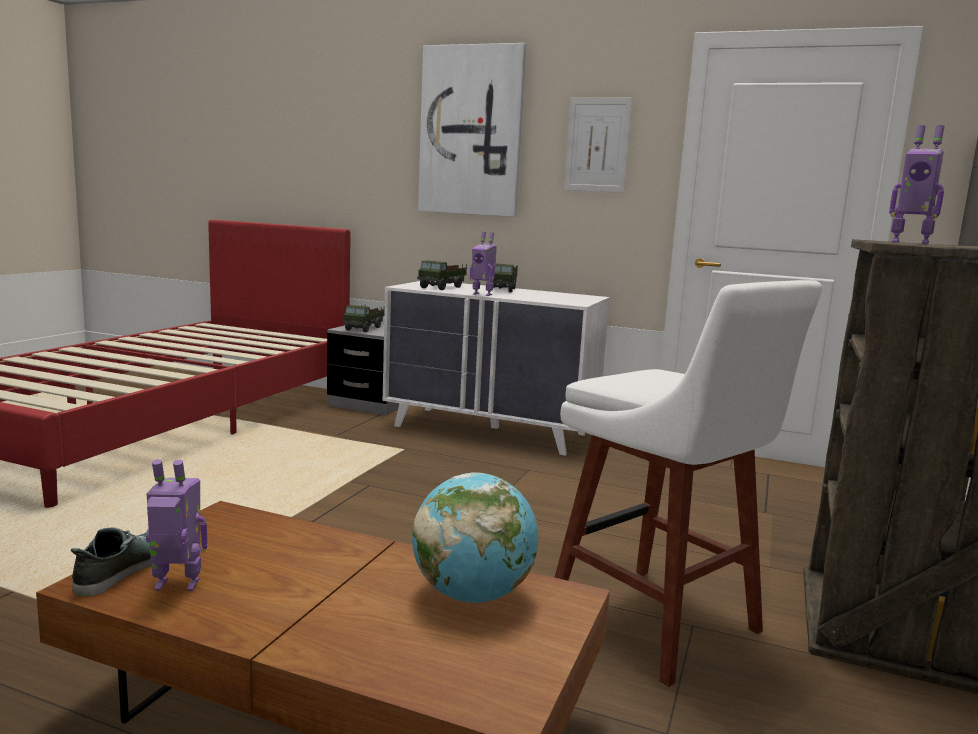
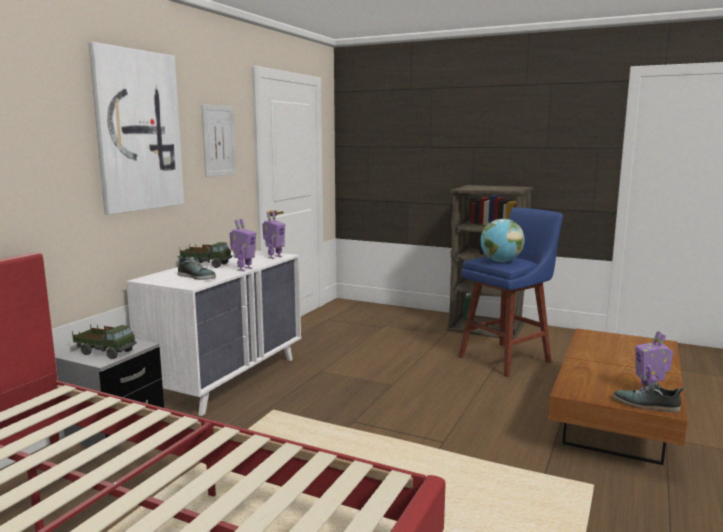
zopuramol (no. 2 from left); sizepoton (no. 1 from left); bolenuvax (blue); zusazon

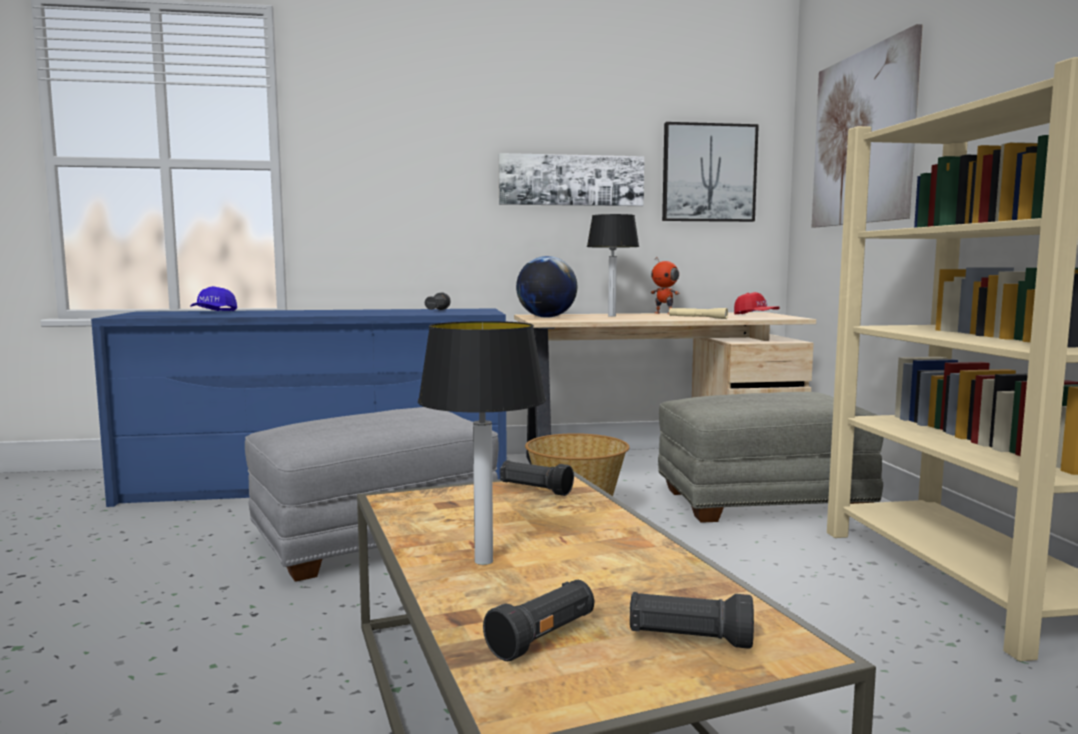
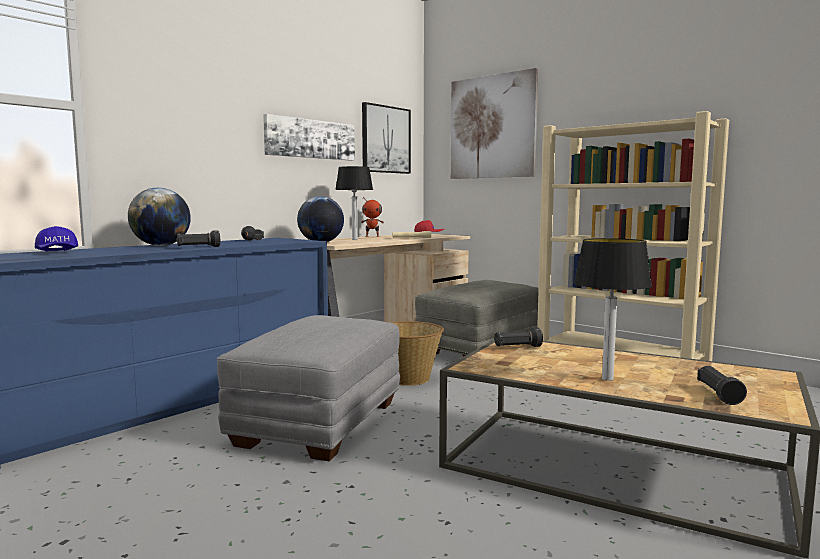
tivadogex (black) (no. 1 from left); zusazon (no. 1 from left)

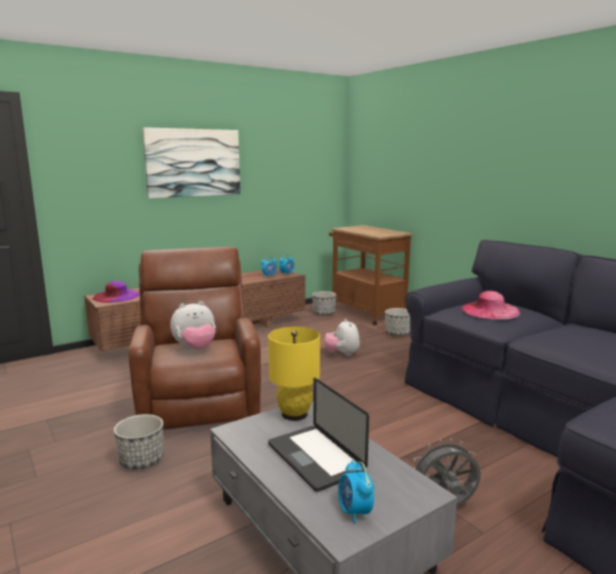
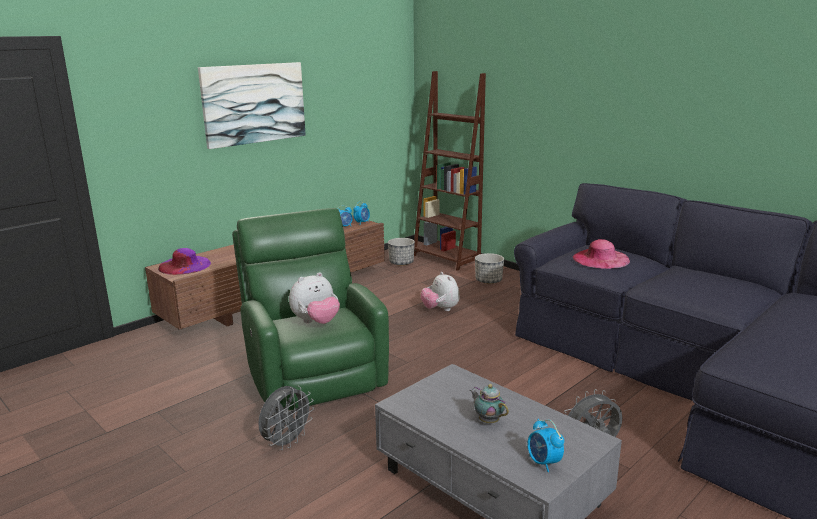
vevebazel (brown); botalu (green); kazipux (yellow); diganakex; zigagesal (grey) (no. 1 from left)

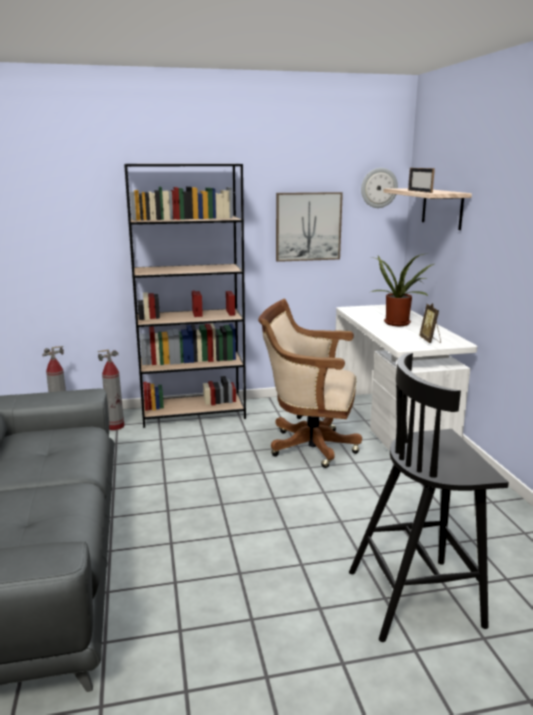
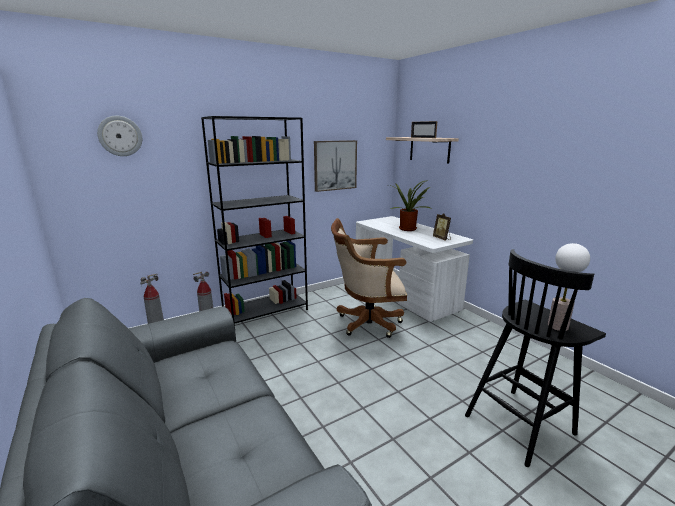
vevebazel (black); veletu; kazipux

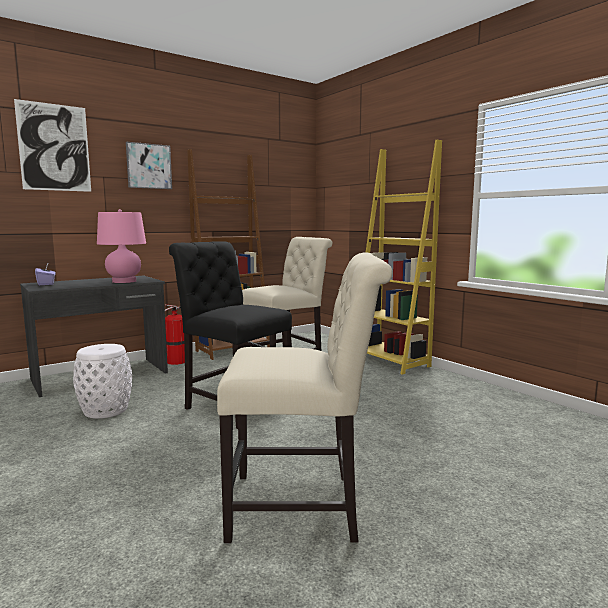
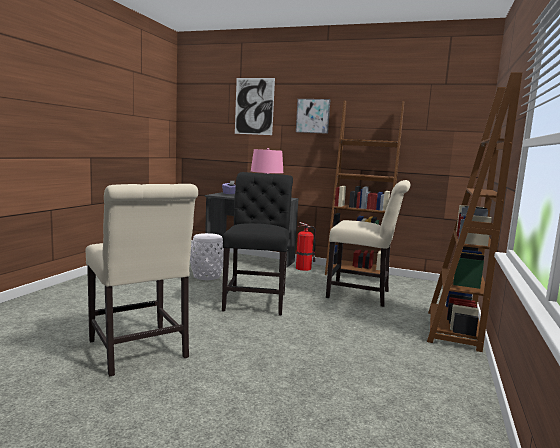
vevebazel (brown) (no. 2 from left)

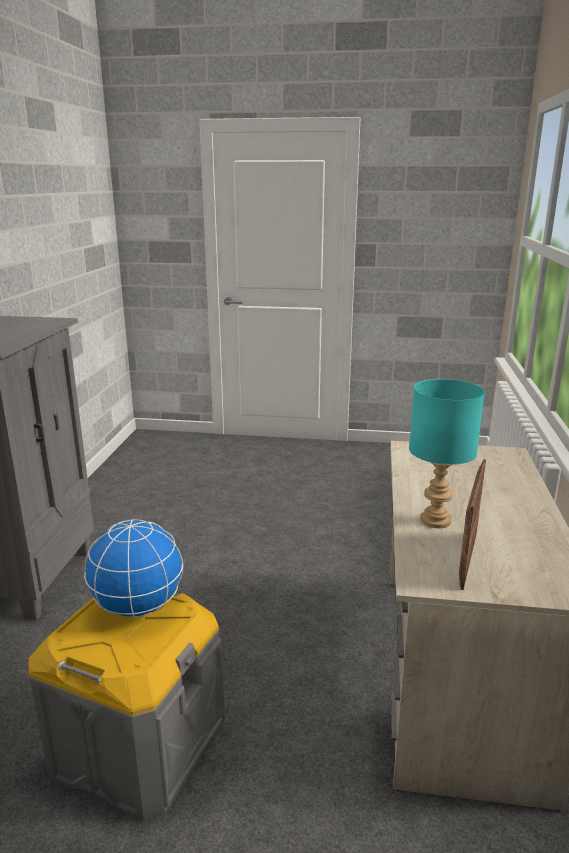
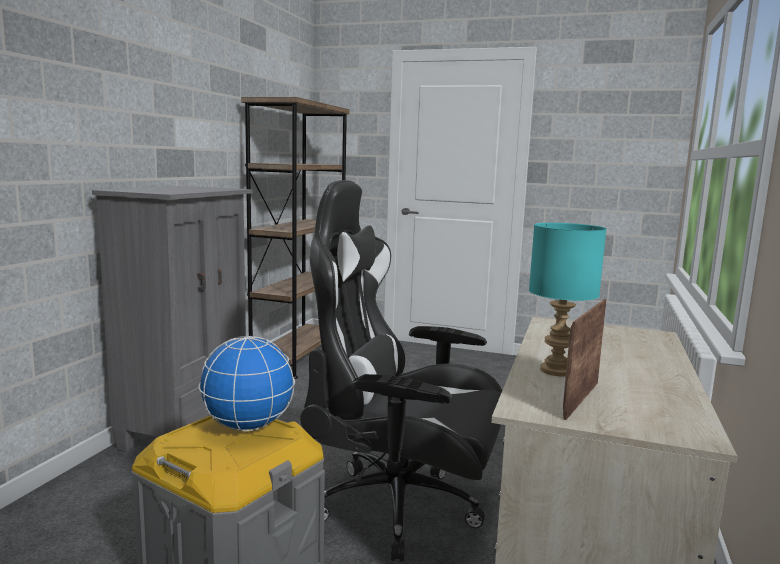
vevebazel (brown); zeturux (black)

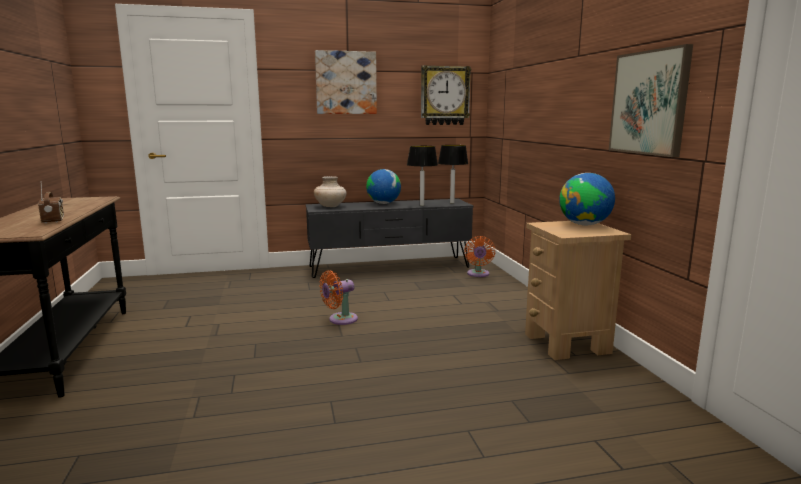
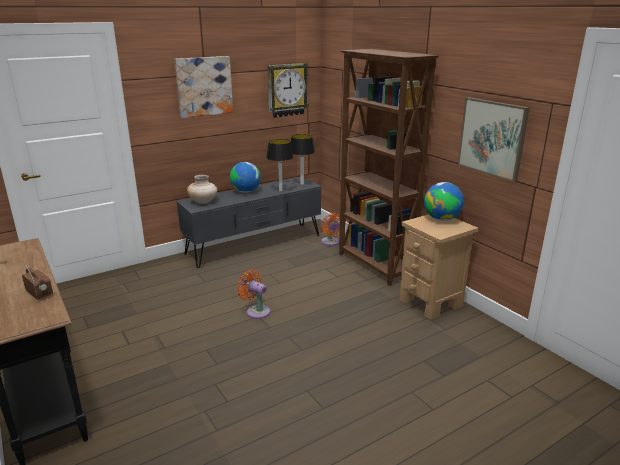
zigagesal (orange) (no. 1 from left); vevebazel (brown)

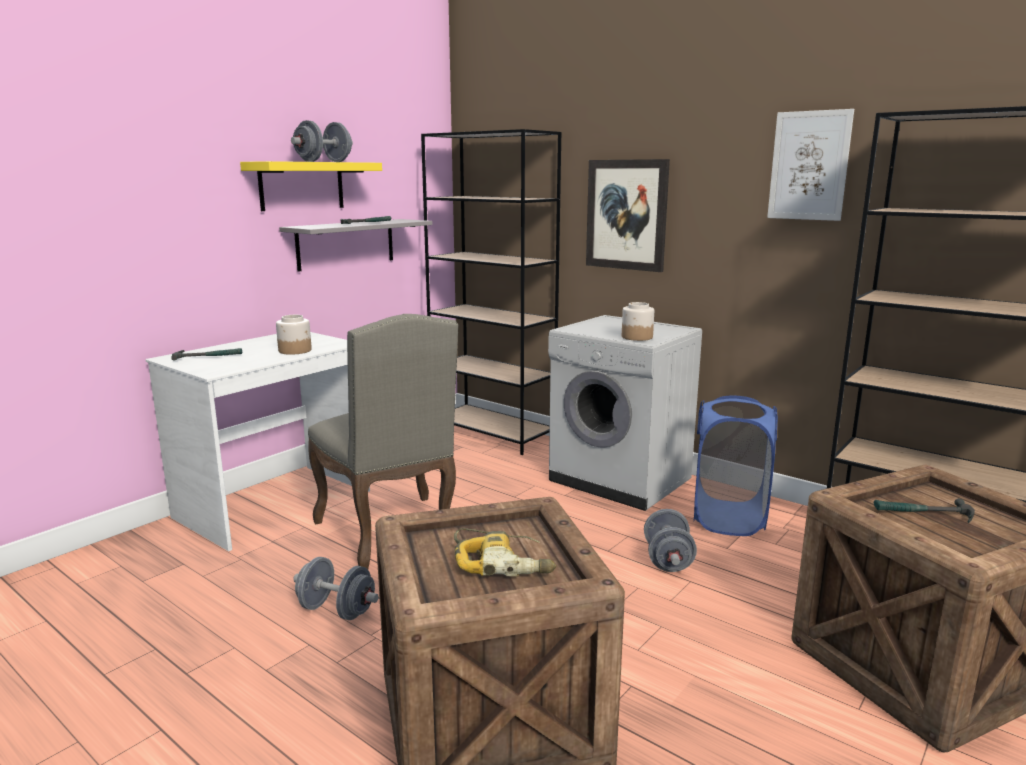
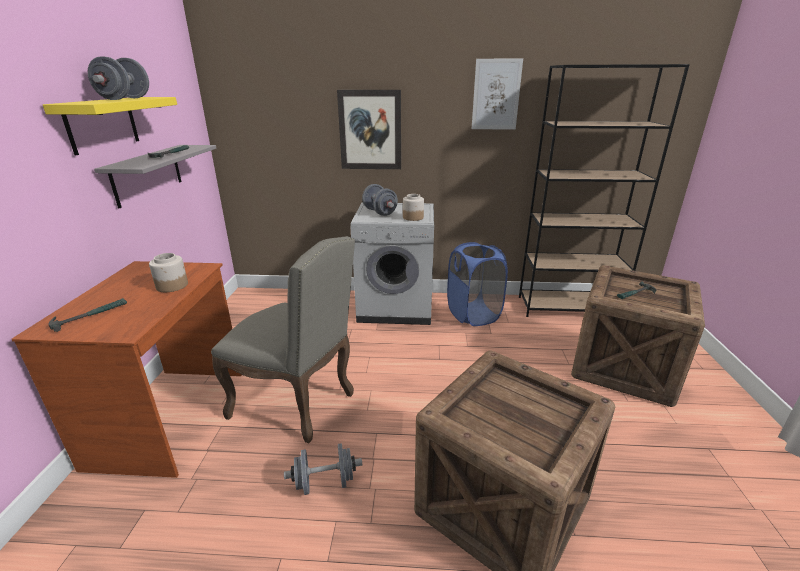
vevebazel (beige) (no. 1 from left in the first image); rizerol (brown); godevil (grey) (no. 3 from left); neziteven

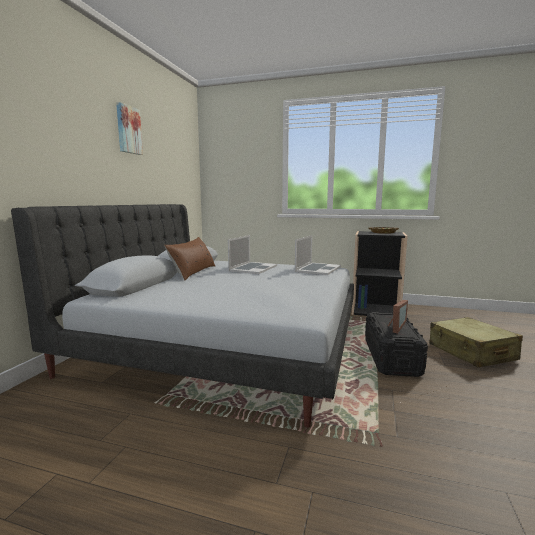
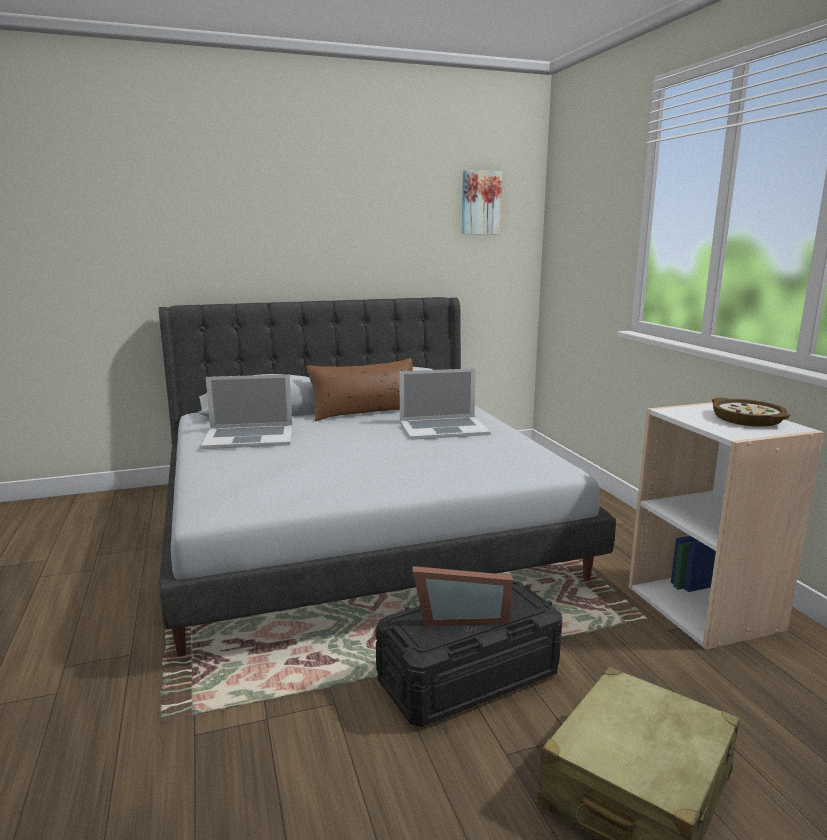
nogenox; vevebazel (white); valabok (no. 1 from left)

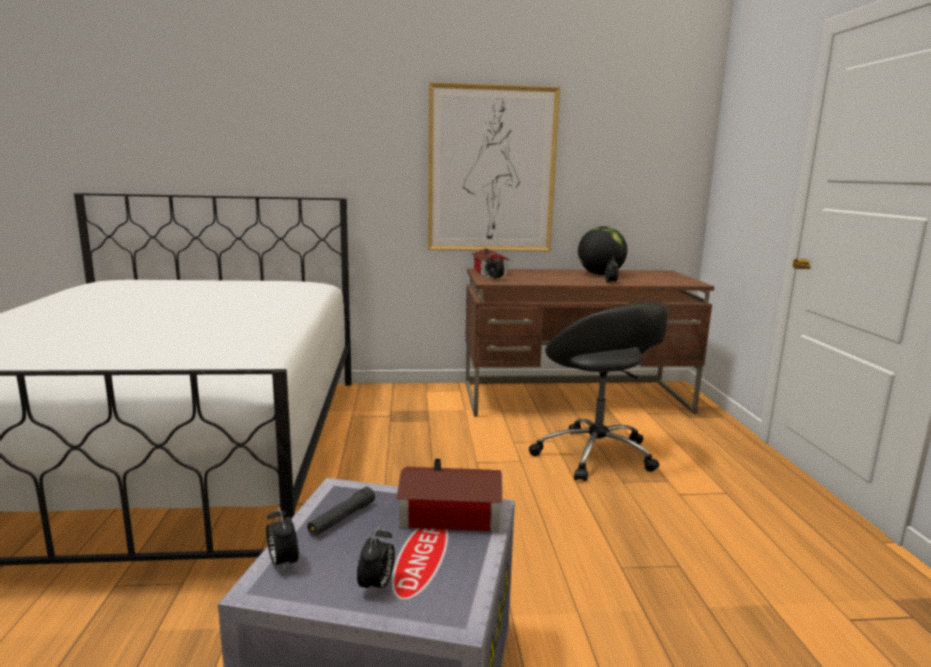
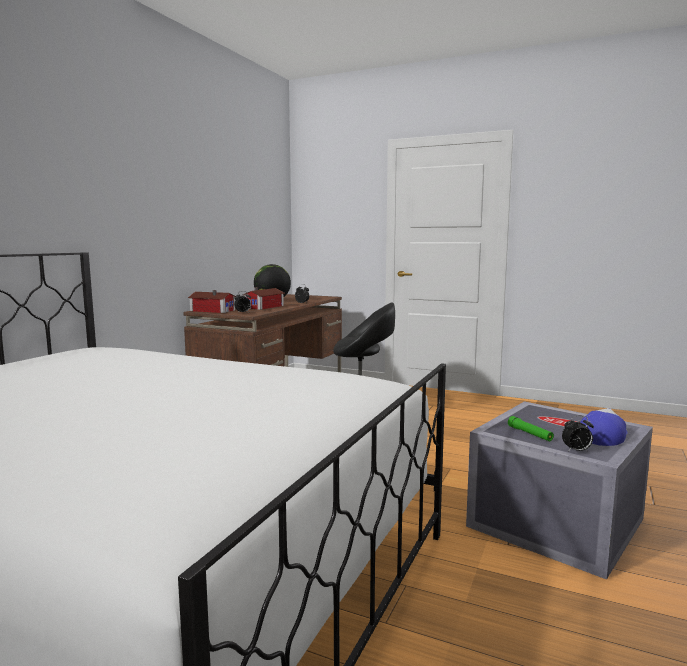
nogenox; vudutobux (no. 2 from left); tivadogex (green); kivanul

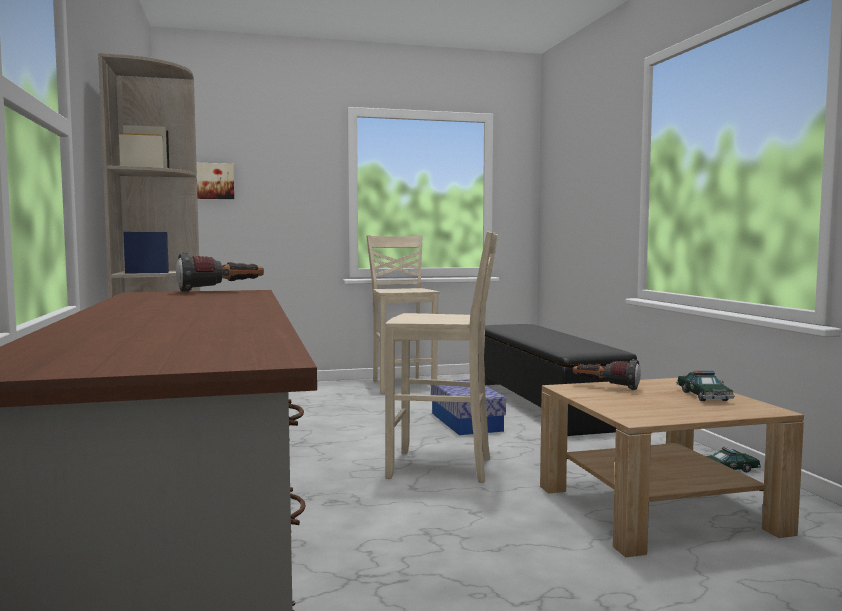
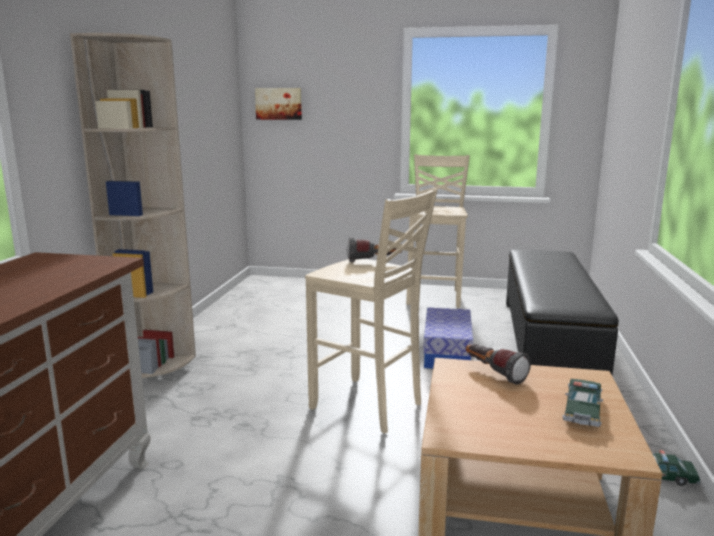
tivadogex (no. 1 from left)

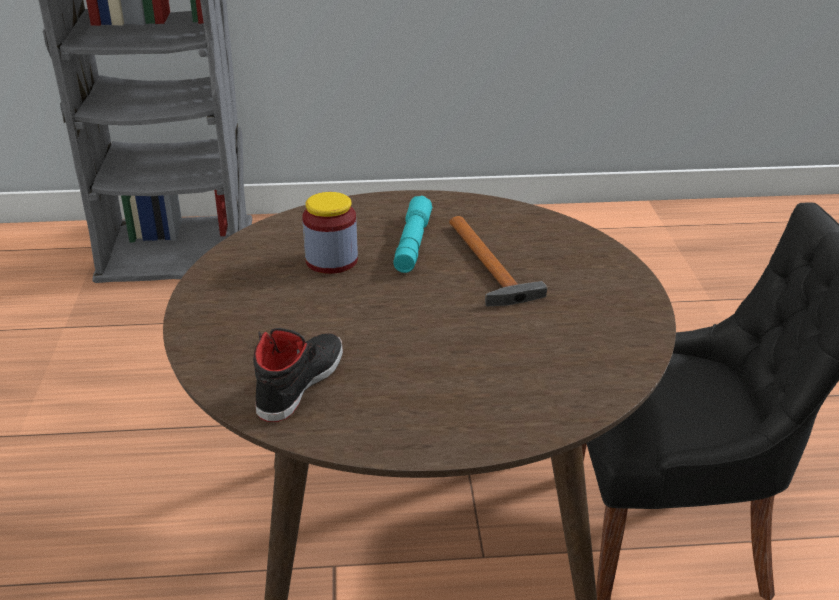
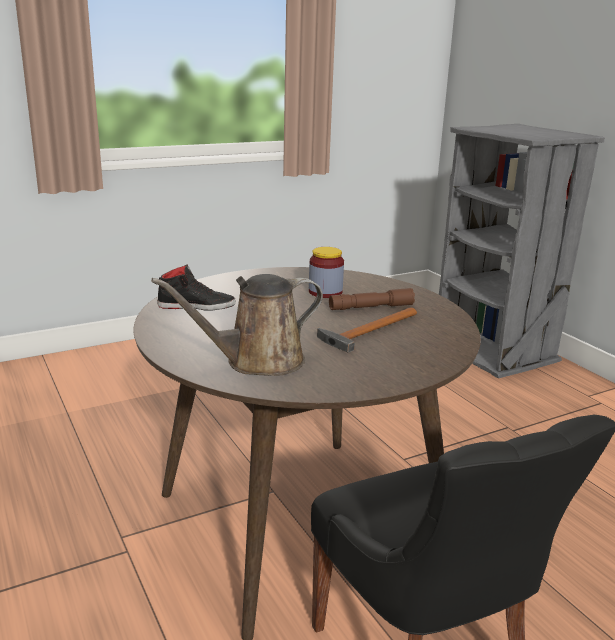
tivadogex (brown); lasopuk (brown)

